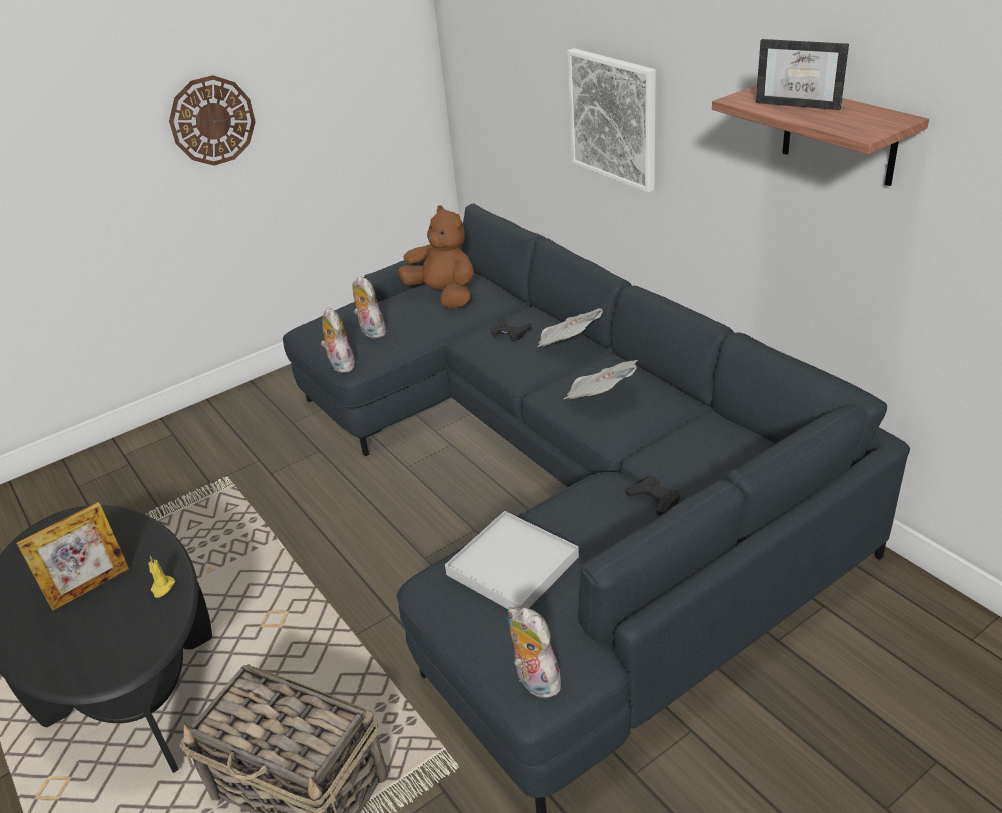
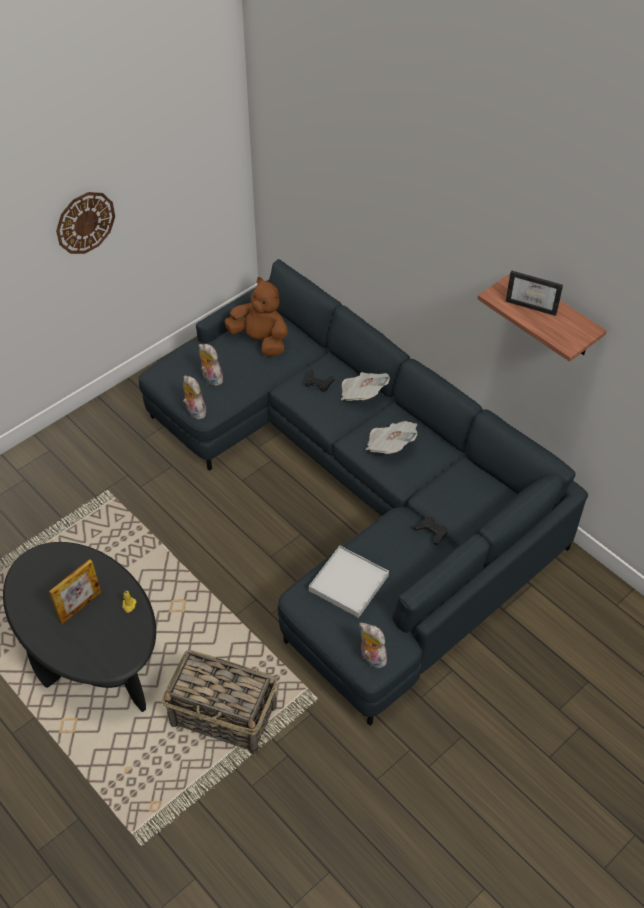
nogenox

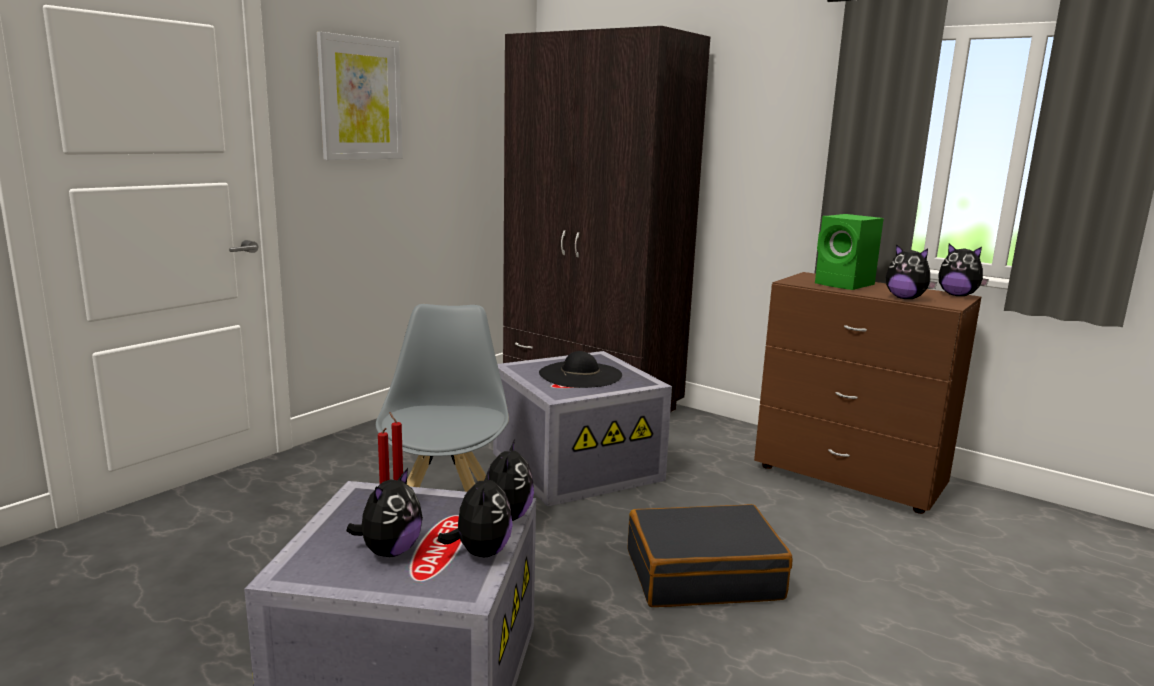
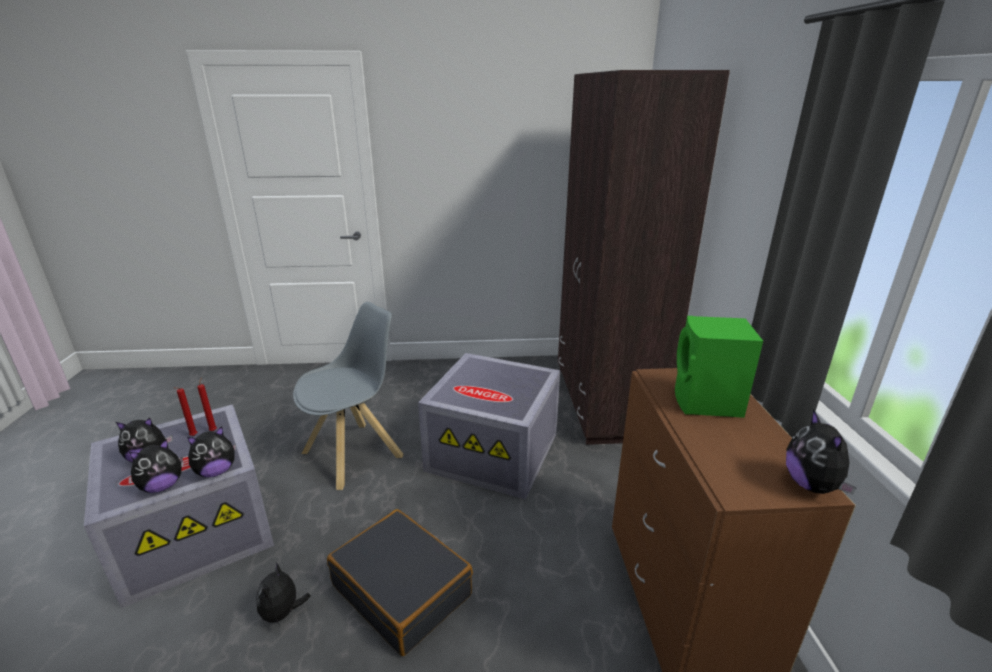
nogenox; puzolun (no. 4 from left); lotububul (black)

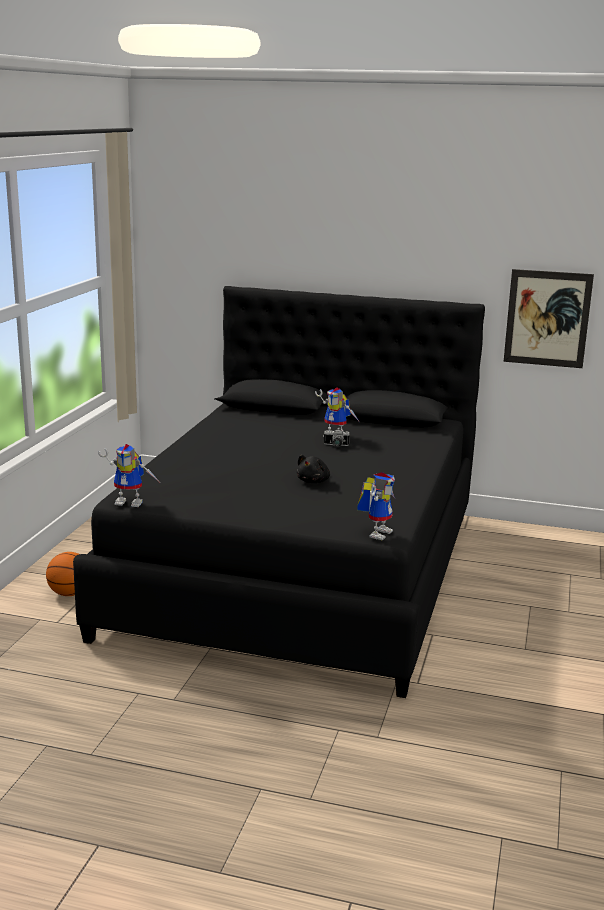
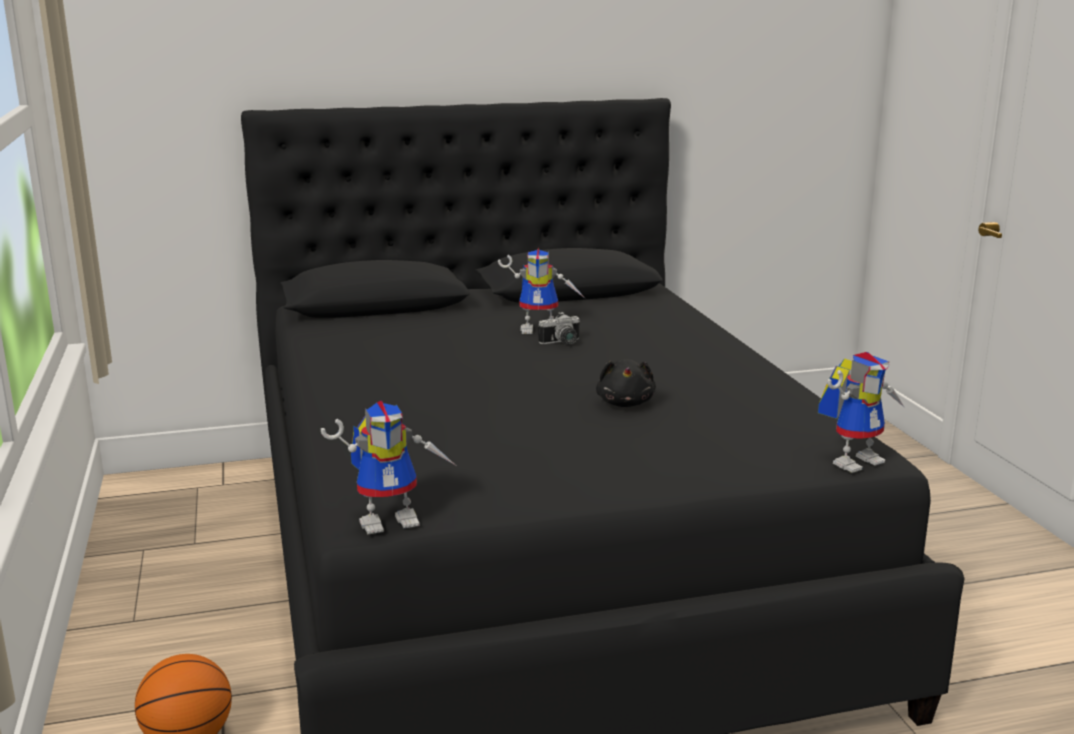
nogenox; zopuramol (no. 3 from left)

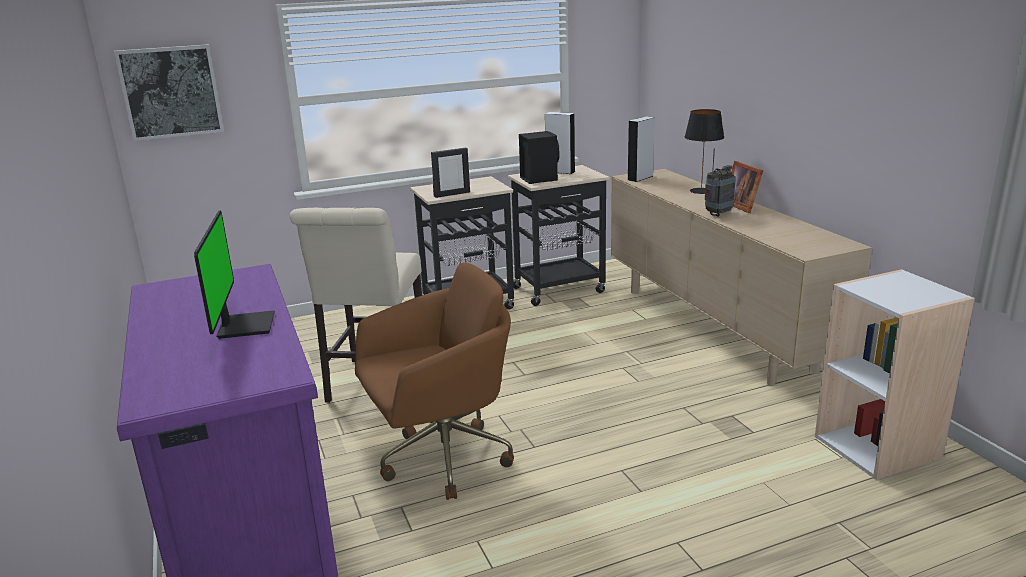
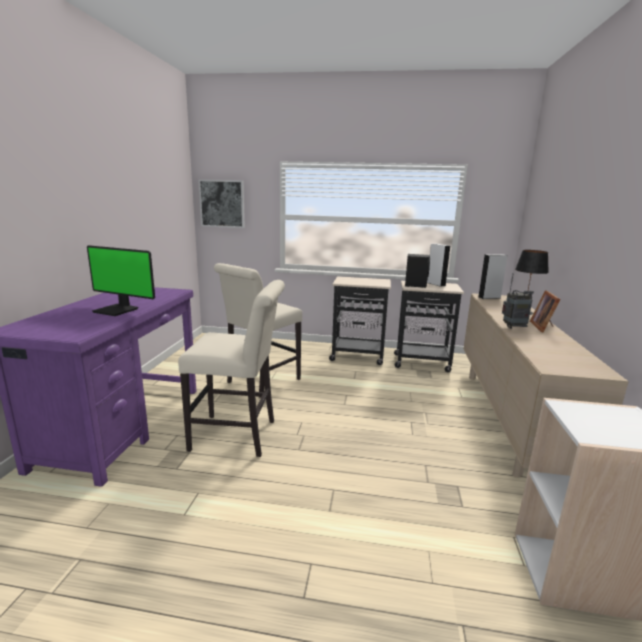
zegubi (no. 1 from left in the first image); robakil; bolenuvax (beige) (no. 1 from left)

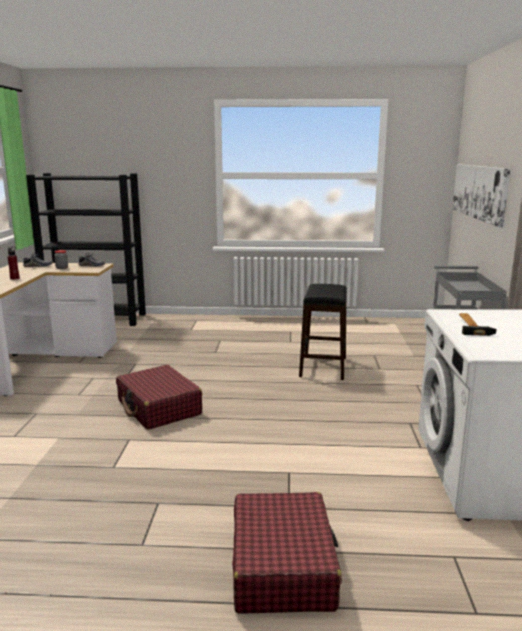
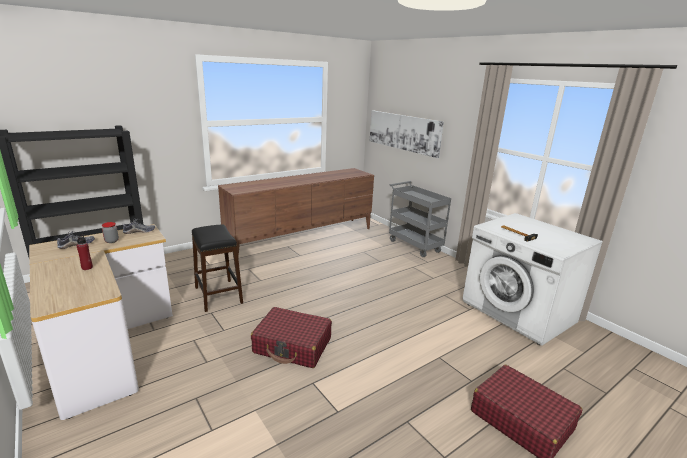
bolenuvax (black); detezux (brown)

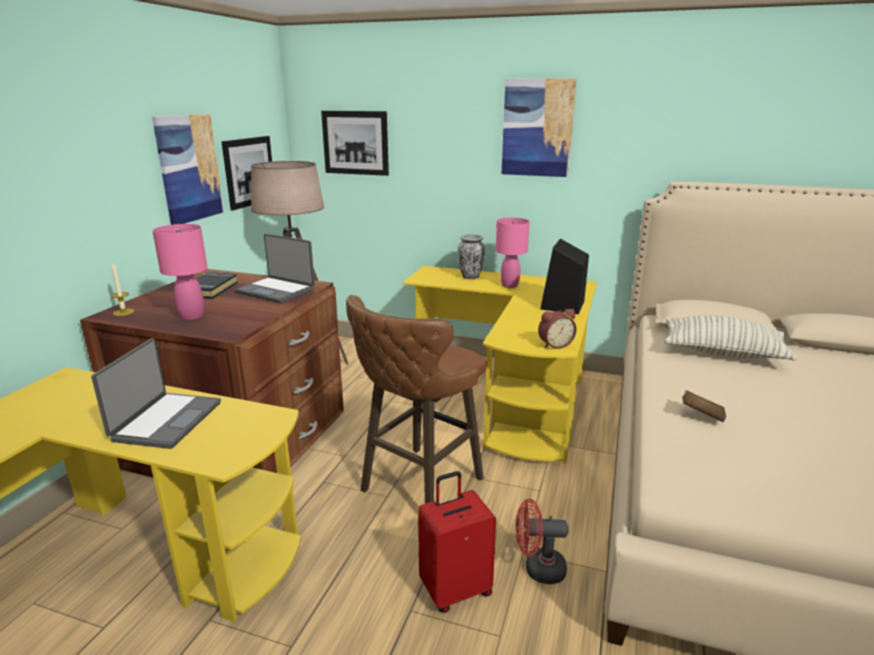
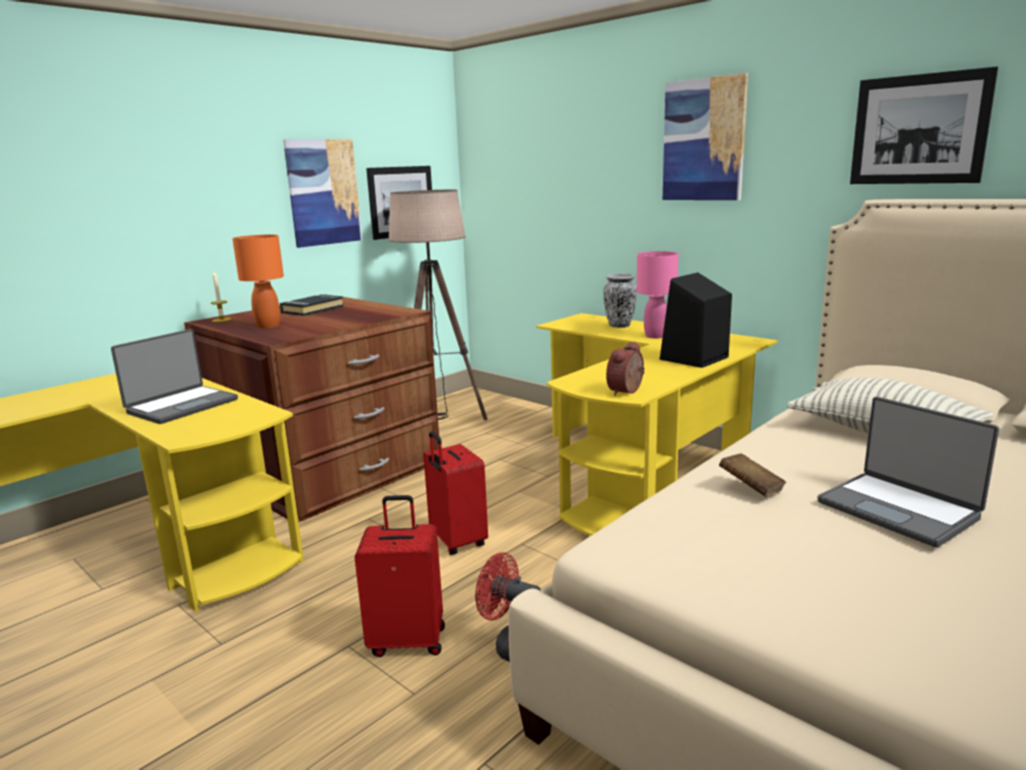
nogenox (no. 4 from left); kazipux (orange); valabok (no. 2 from left); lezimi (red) (no. 2 from left); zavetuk

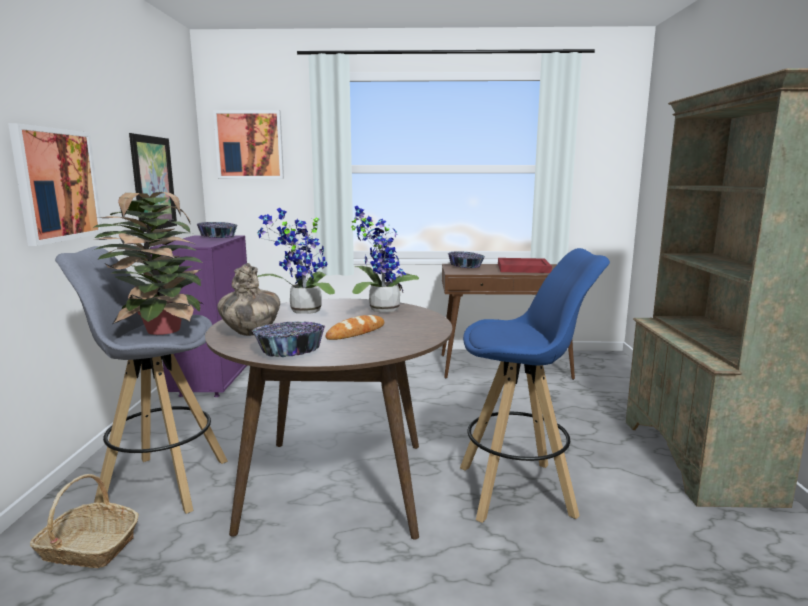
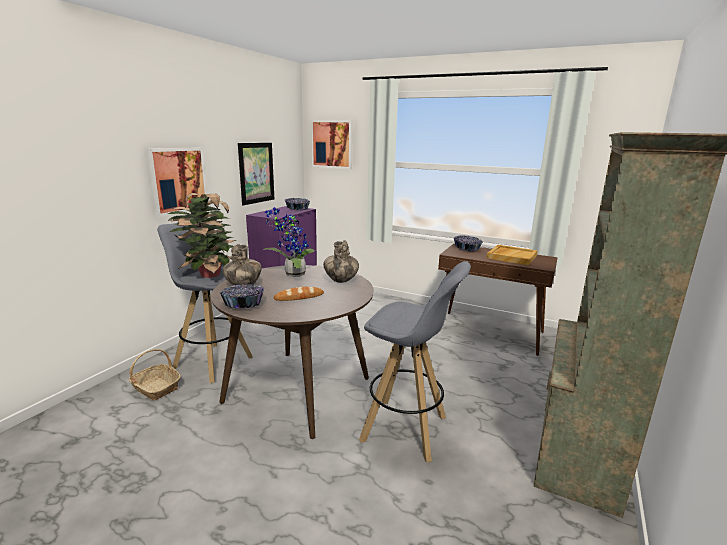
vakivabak (no. 2 from left); bolenuvax (grey) (no. 2 from left); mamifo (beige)

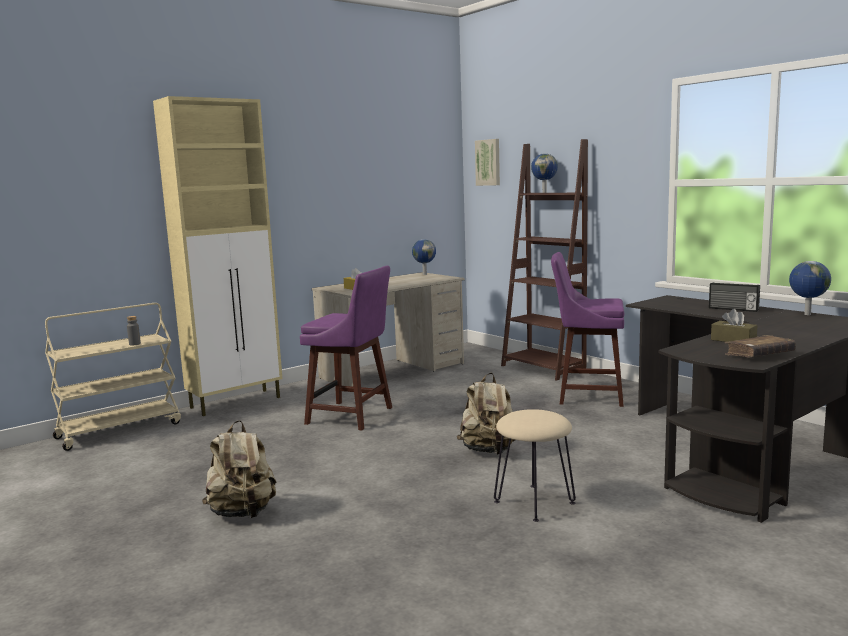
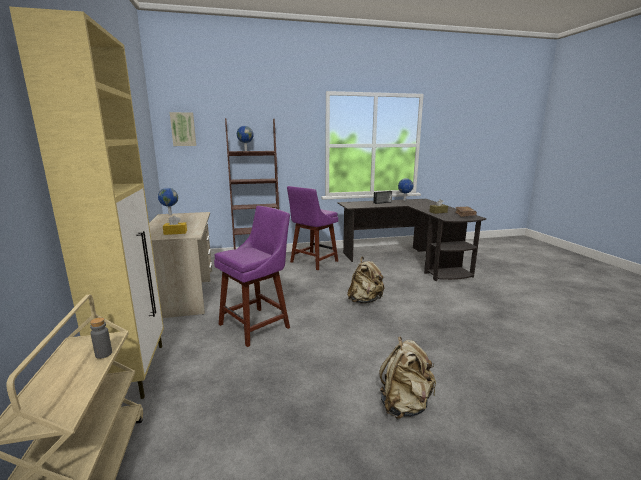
bolenuvax (beige)

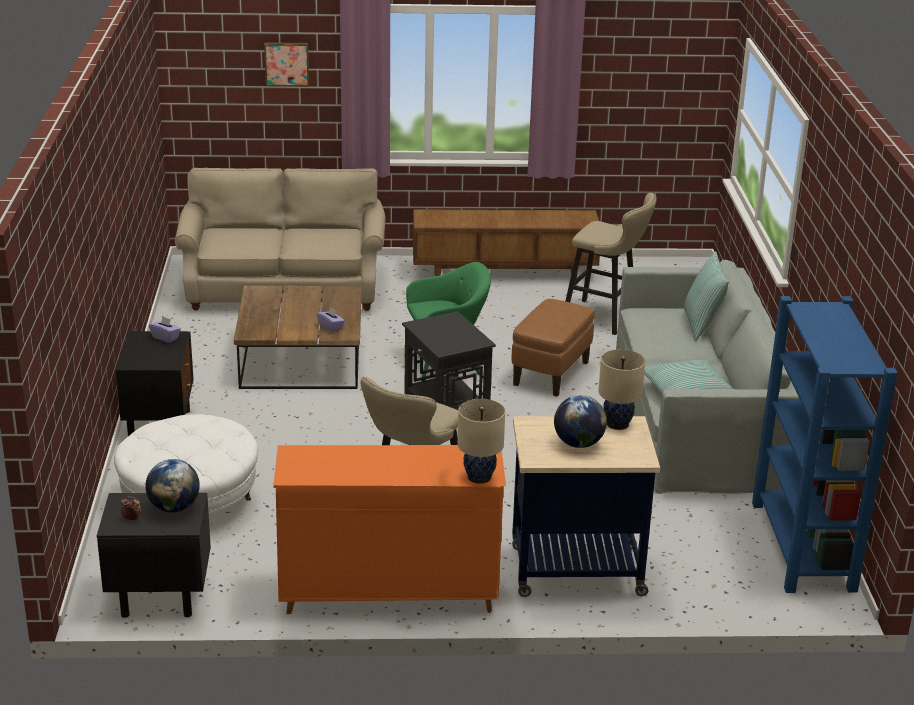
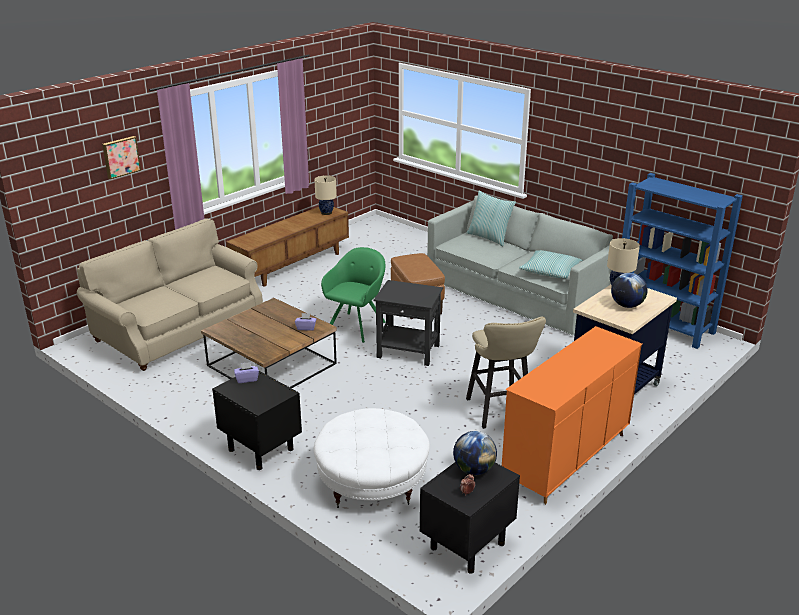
bolenuvax (beige) (no. 2 from left in the first image); kazipux (beige) (no. 1 from left)

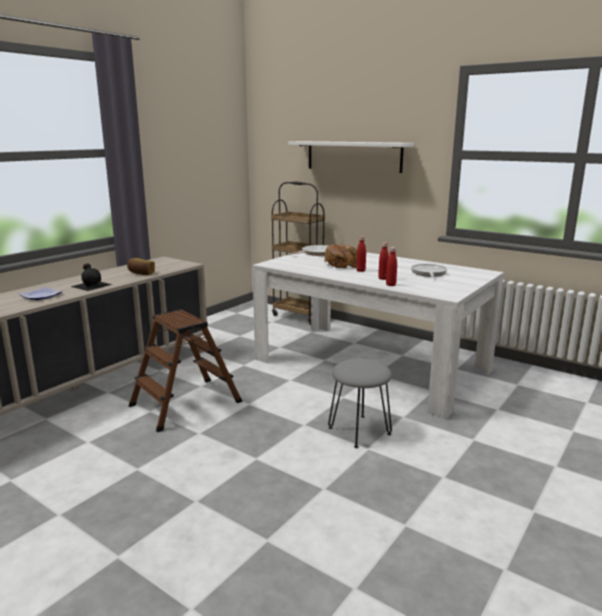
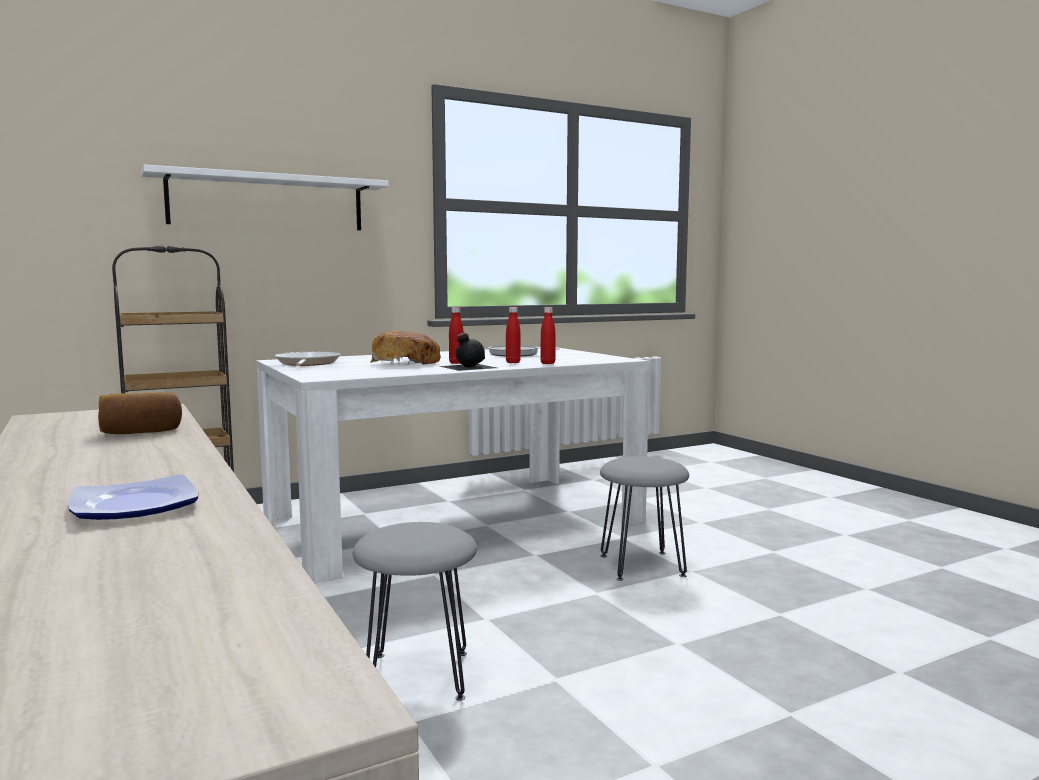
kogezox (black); bolenuvax (grey) (no. 1 from left)

